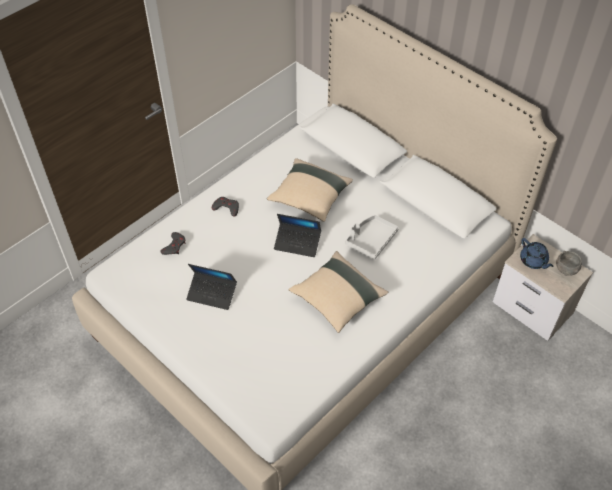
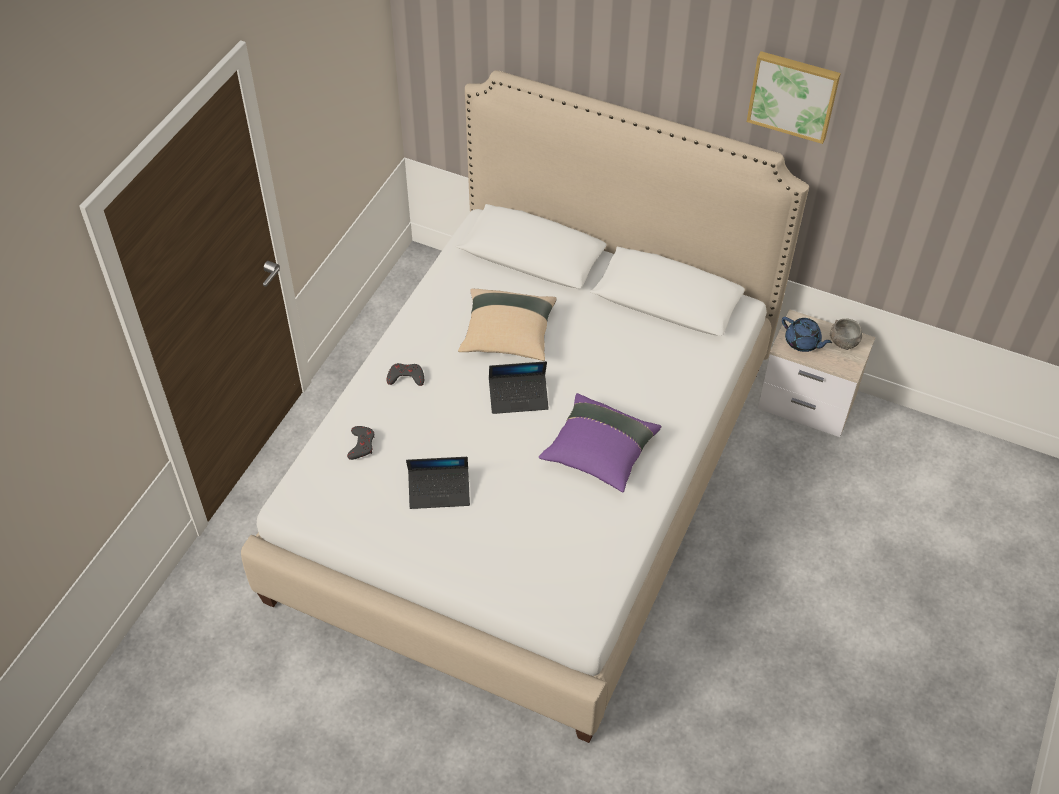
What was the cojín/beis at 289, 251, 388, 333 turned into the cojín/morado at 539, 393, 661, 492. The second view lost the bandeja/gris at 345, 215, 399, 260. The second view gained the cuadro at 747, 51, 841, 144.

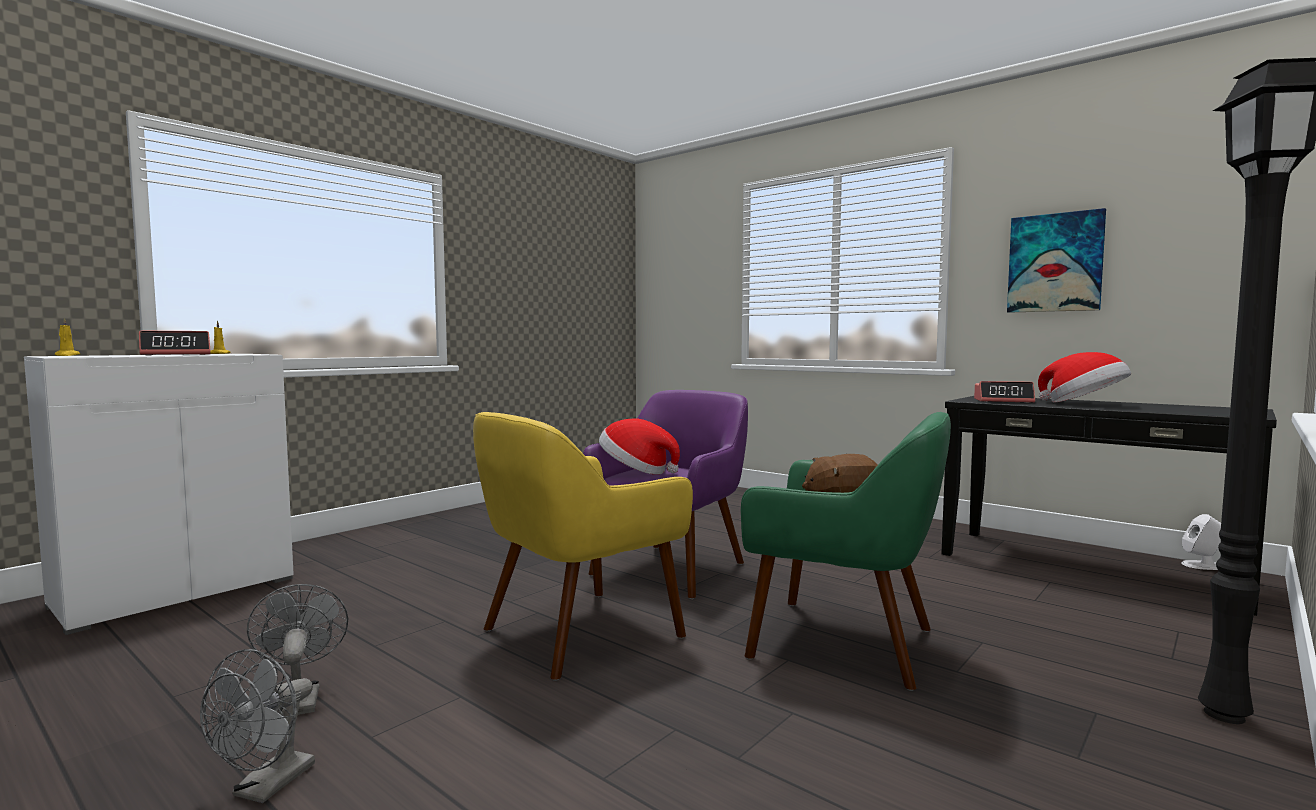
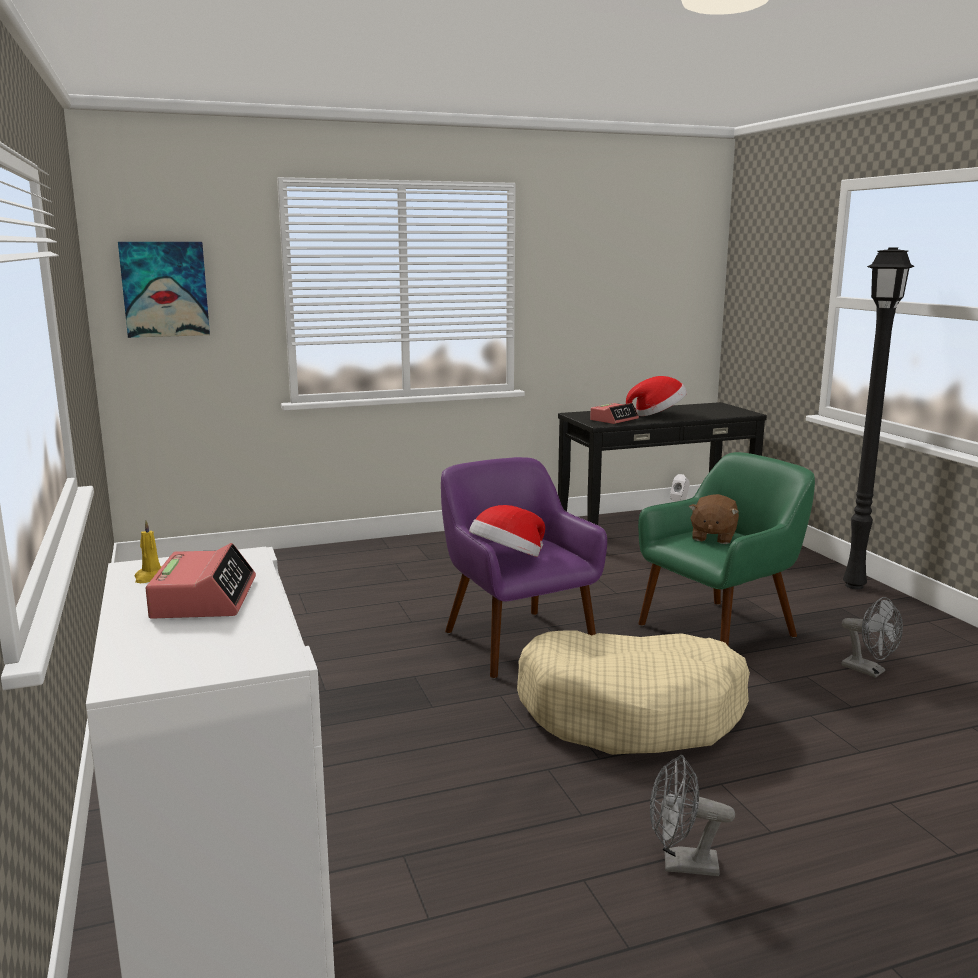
The second view lost the vela/amarillo at 55, 318, 81, 356. The ventilador/gris ended up elsewhere, having gone from 200, 649, 315, 803 to 841, 597, 903, 678. Where the sillón/amarillo stood at 473, 412, 693, 681, the cama para perro/beis came to stand at 517, 630, 750, 755. The cuadro ended up elsewhere, having gone from 1007, 208, 1106, 313 to 118, 242, 210, 338.

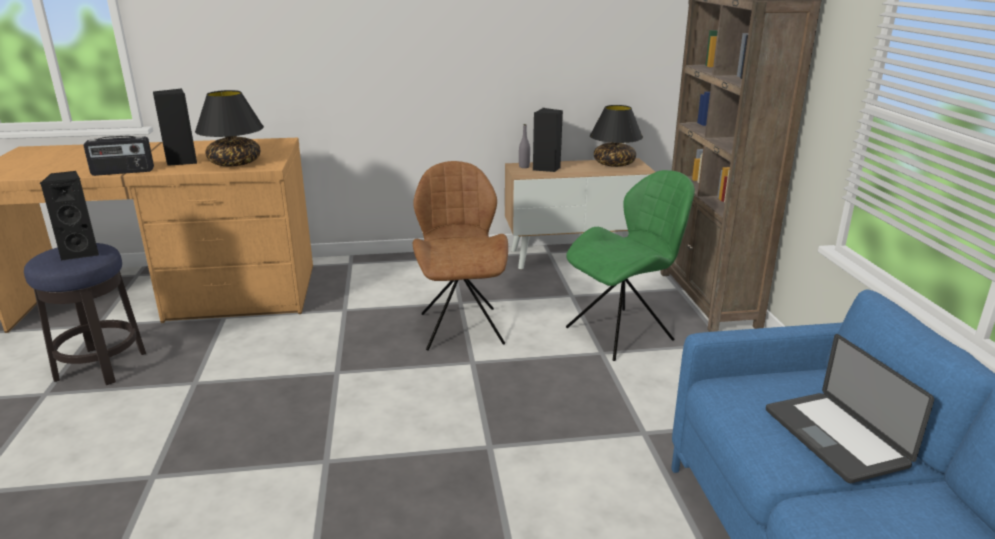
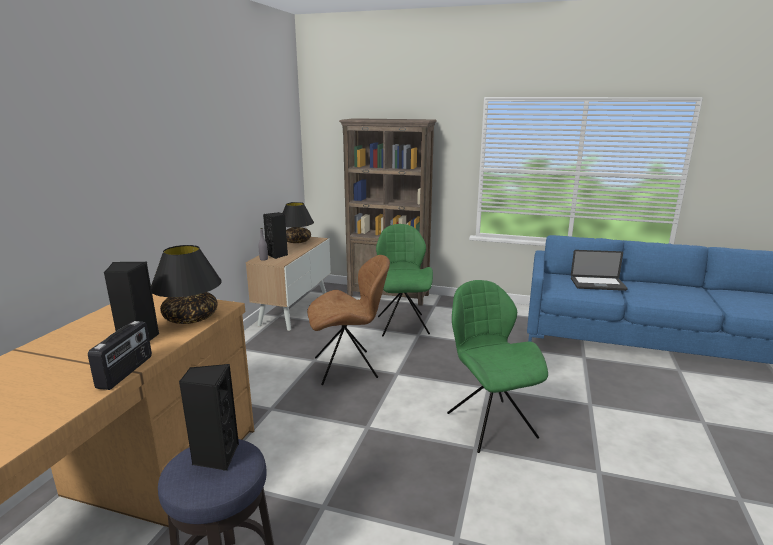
The silla/marrón at 413, 161, 508, 351 ended up facing another way, 150 degrees clockwise from before. The second view gained the silla/verde at 447, 280, 548, 453.

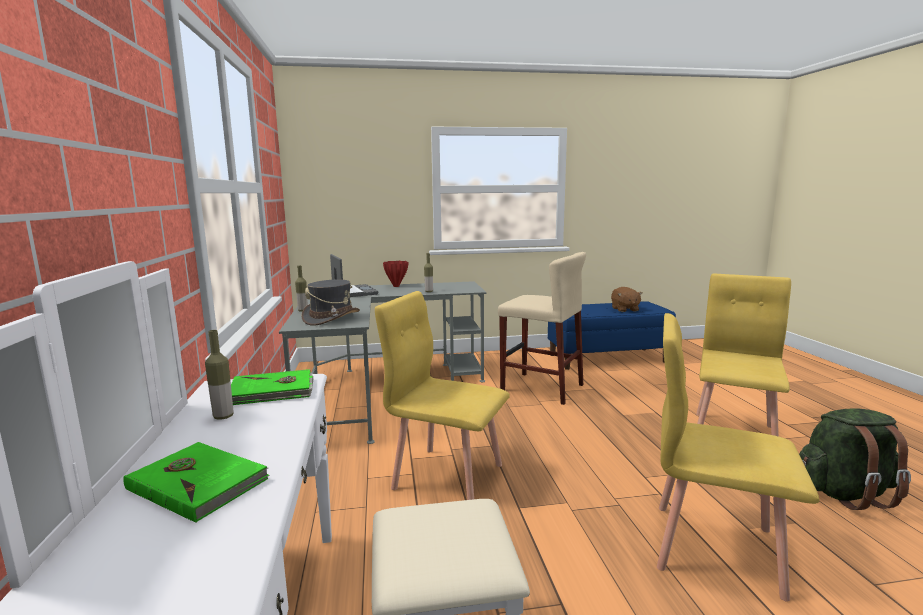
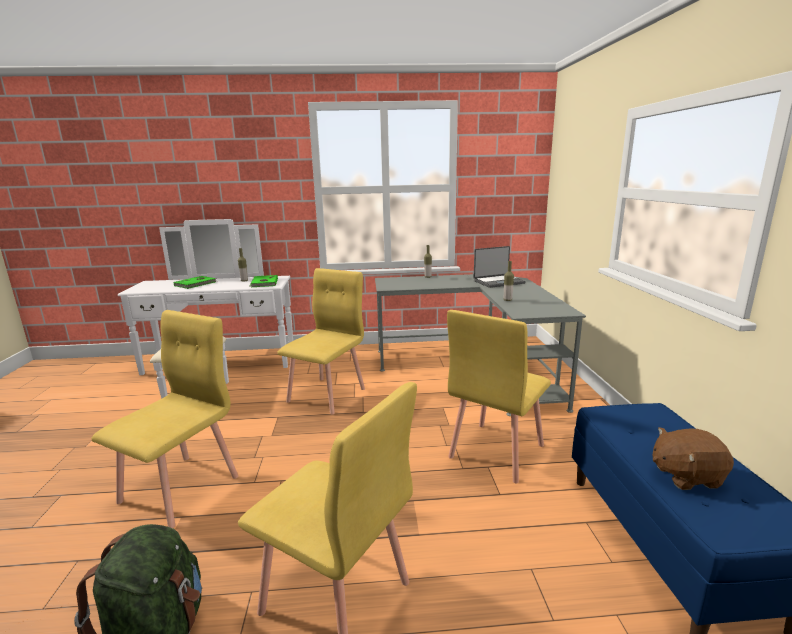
The second view lost the sombrero/gris at 301, 280, 360, 326. The second view lost the florero/rojo at 383, 261, 409, 287. Where the taburete/beis stood at 498, 252, 586, 405, the silla/amarillo came to stand at 447, 310, 551, 484.

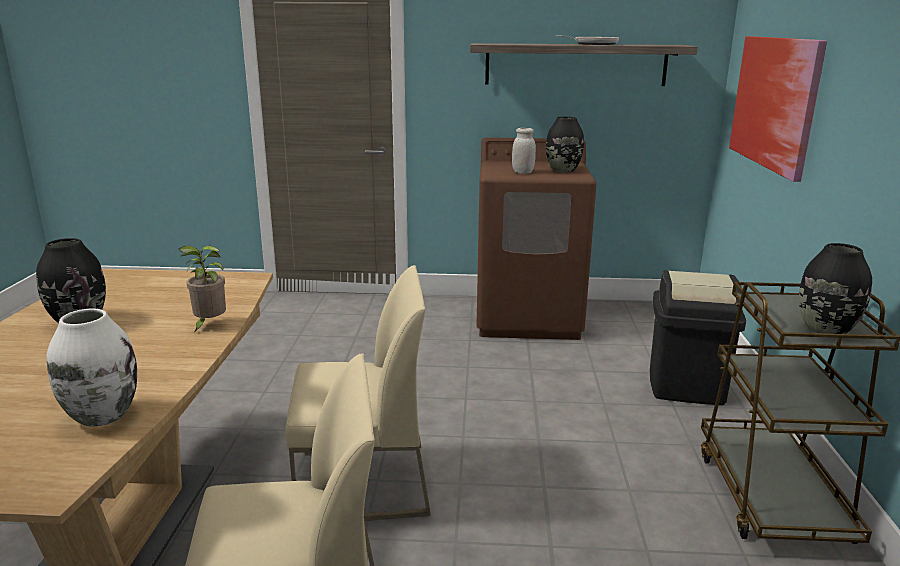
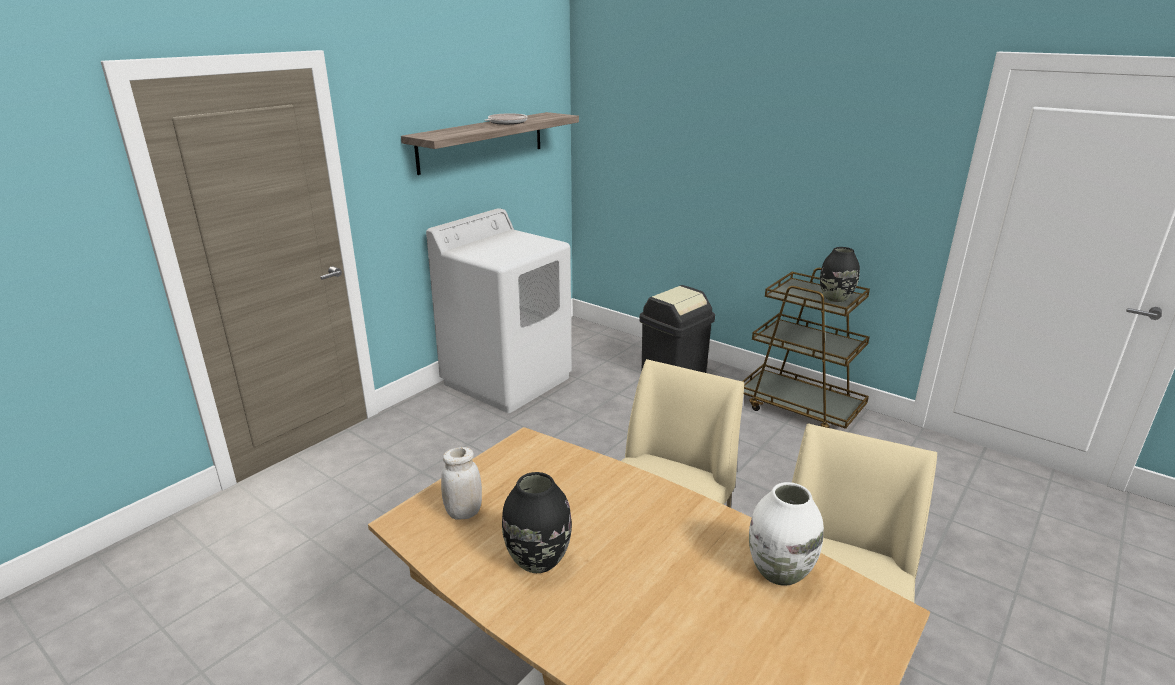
The second view lost the planta en maceta at 179, 245, 226, 333. What was the lavadora/marrón at 476, 138, 597, 340 turned into the lavadora/blanco at 426, 208, 572, 413. The tarro/blanco ended up elsewhere, having gone from 512, 128, 536, 174 to 441, 447, 482, 520. The second view lost the florero/negro at 546, 116, 584, 173. The second view lost the cuadro at 729, 36, 827, 182.

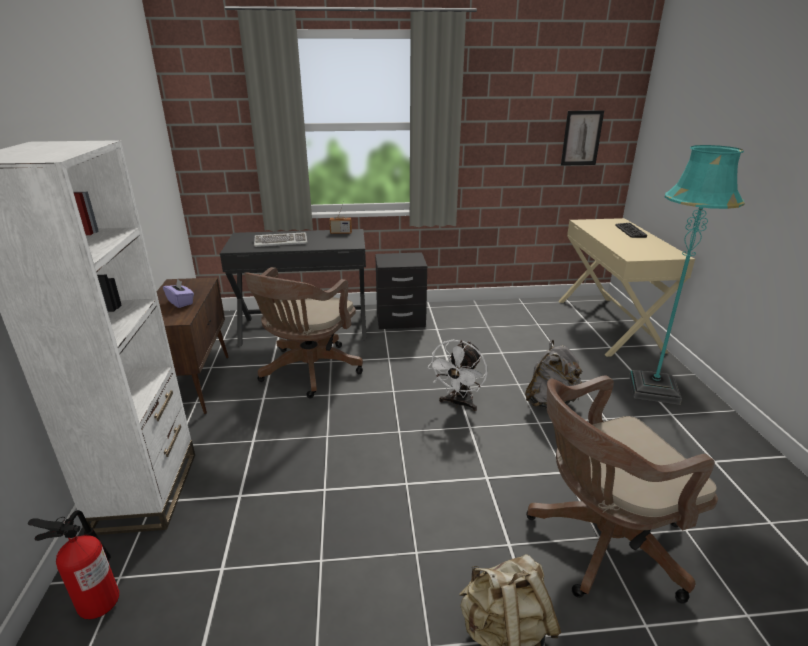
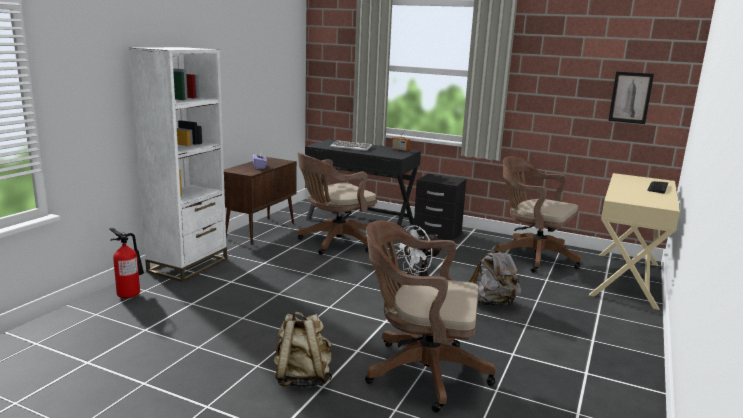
The second view lost the lámpara de pie/turquesa at 629, 145, 745, 405. The second view gained the silla de oficina/marrón at 494, 157, 582, 273.

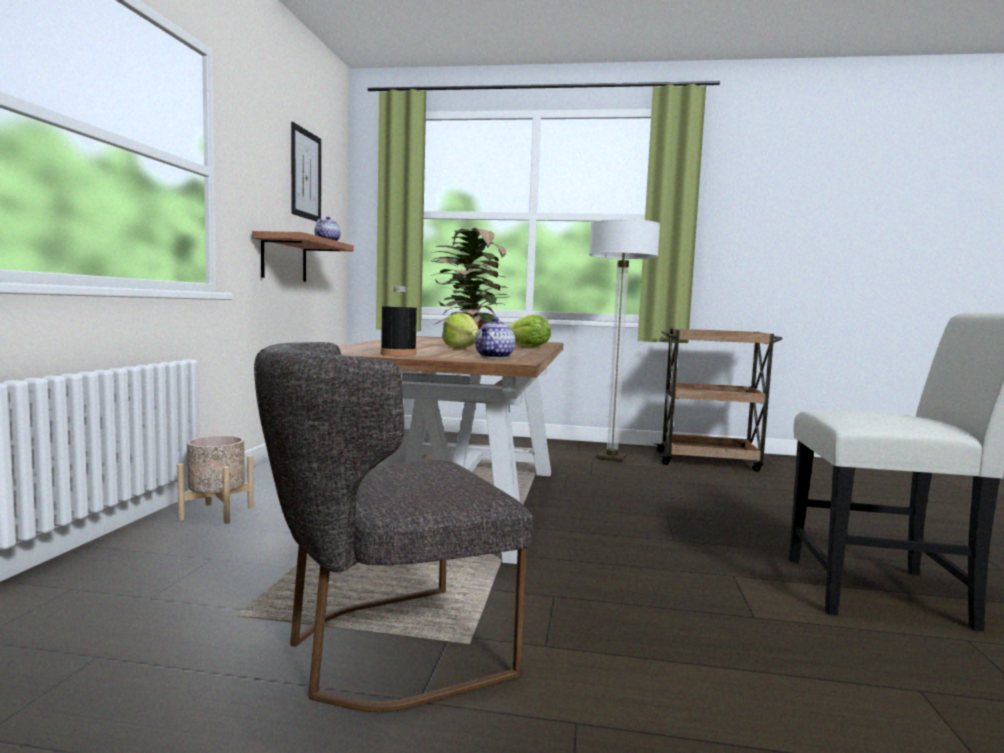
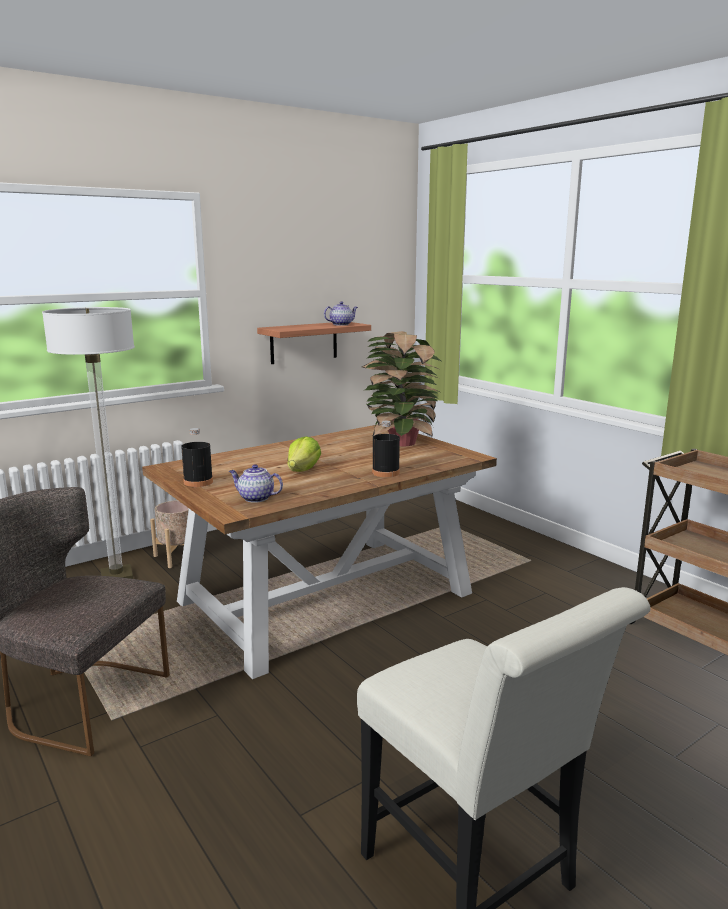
The second view lost the cuadro at 291, 122, 321, 222. The tetera at 475, 317, 515, 358 ended up facing another way, 45 degrees clockwise from before. Where the lechuga stood at 509, 315, 551, 347, the botella/negro came to stand at 372, 421, 400, 477. The lámpara de pie ended up elsewhere, having gone from 589, 219, 660, 462 to 42, 307, 135, 579.

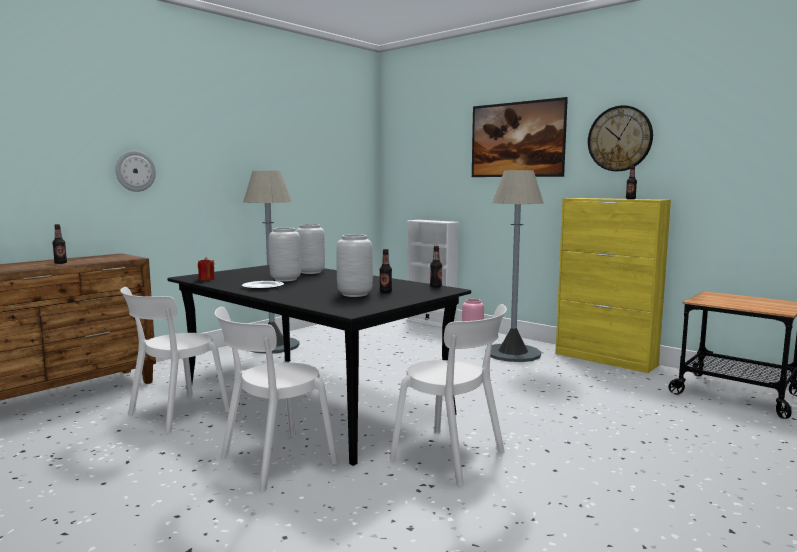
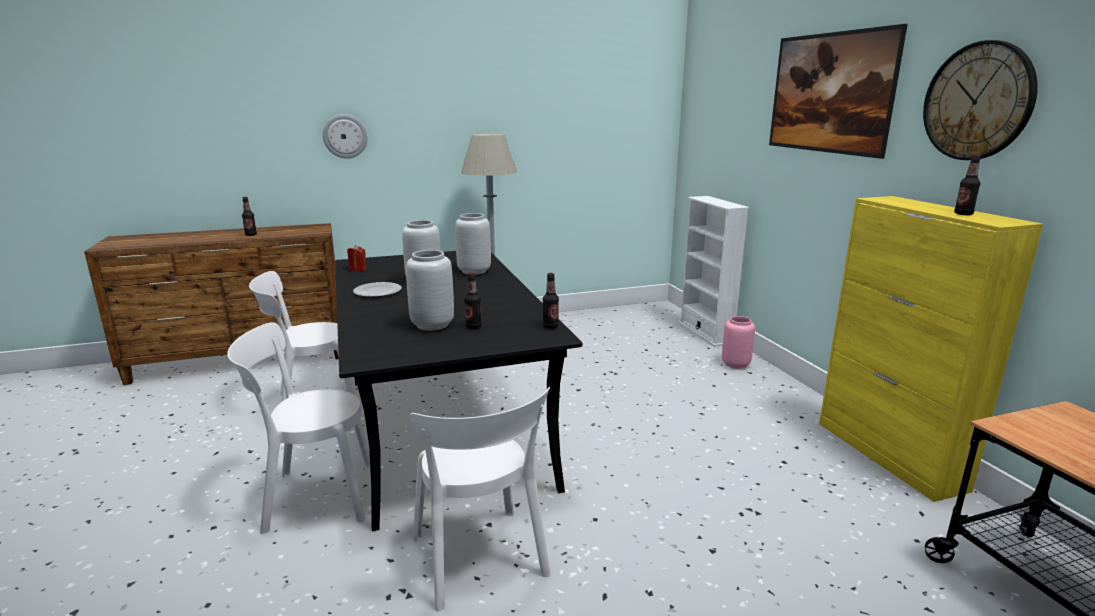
The second view lost the lámpara de pie/gris at 485, 170, 544, 362.

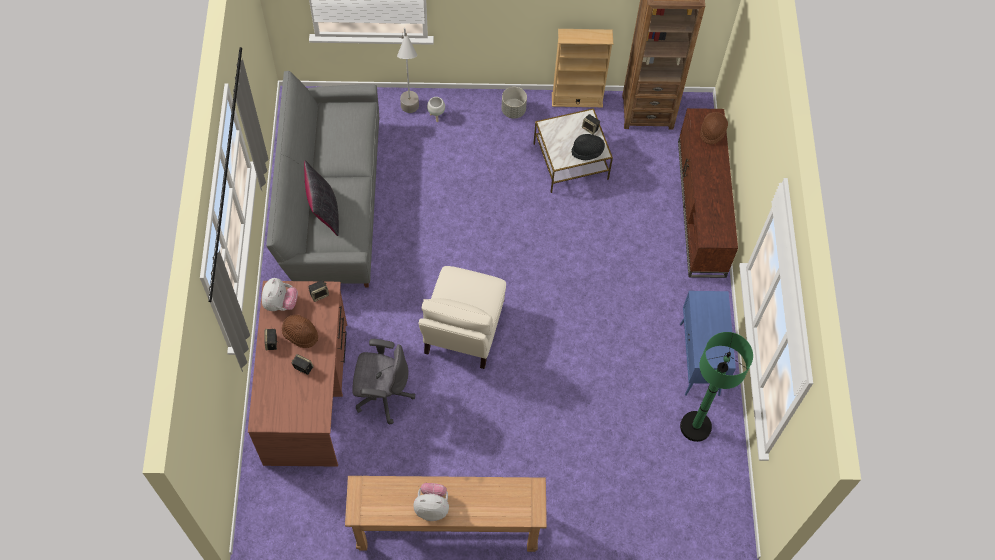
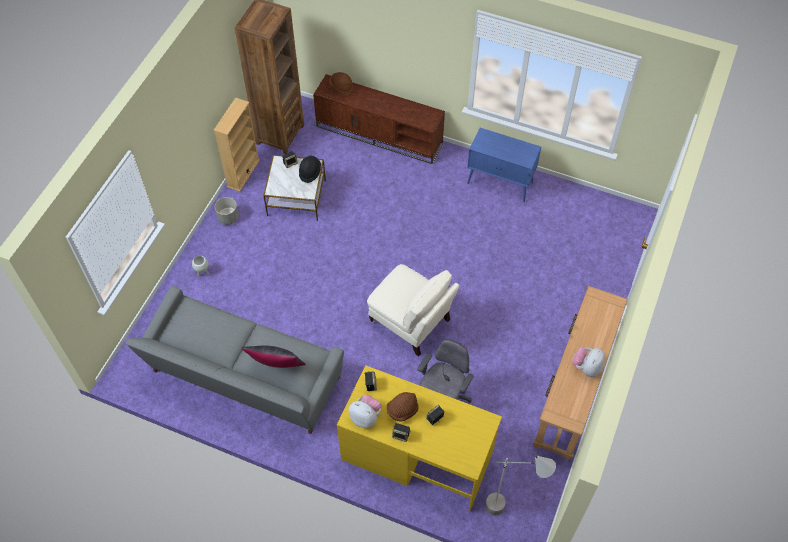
What was the escritorio/marrón at 248, 281, 347, 467 turned into the escritorio/amarillo at 337, 365, 502, 511. The lámpara de pie/gris ended up elsewhere, having gone from 397, 28, 419, 113 to 485, 455, 556, 515. The second view lost the lámpara de pie/verde at 680, 332, 753, 442.

